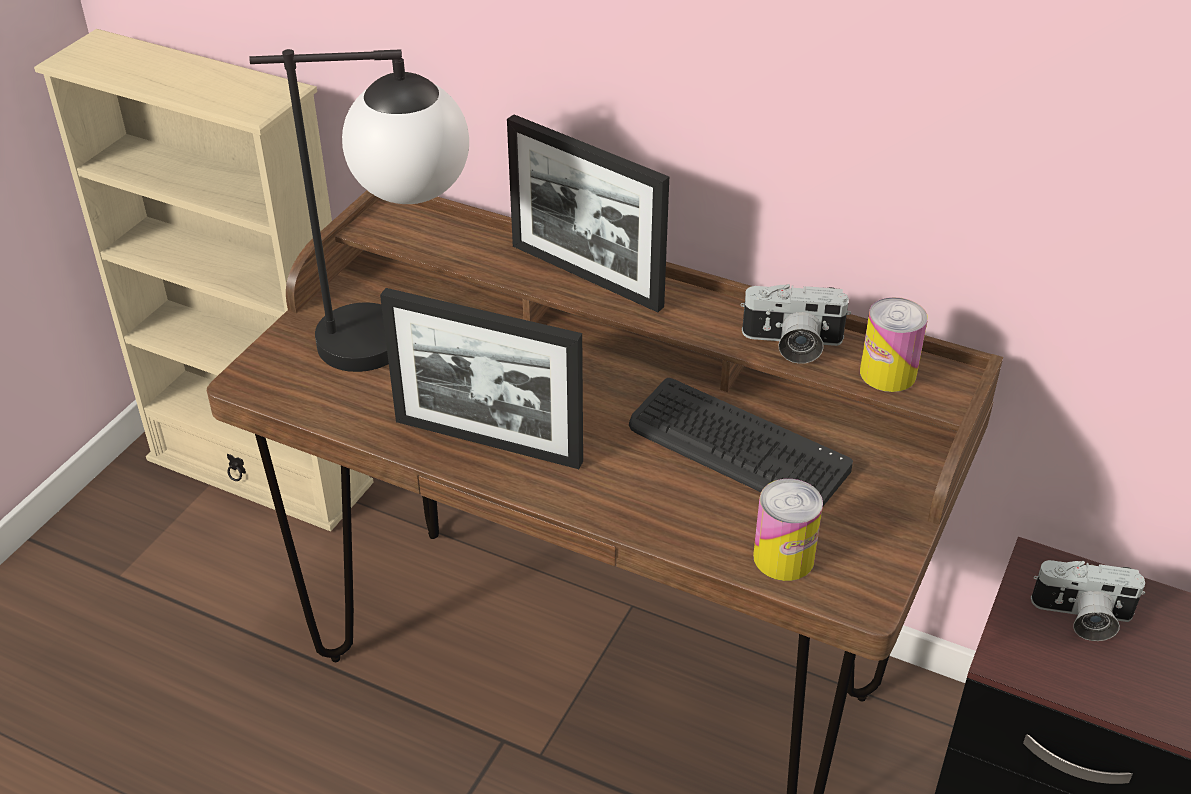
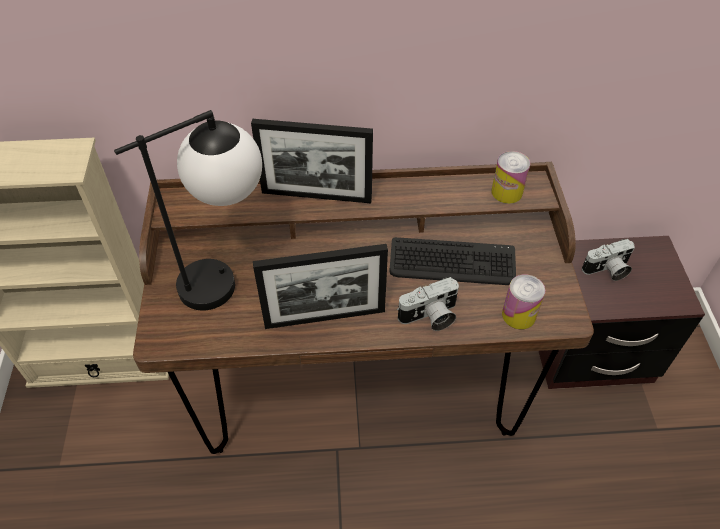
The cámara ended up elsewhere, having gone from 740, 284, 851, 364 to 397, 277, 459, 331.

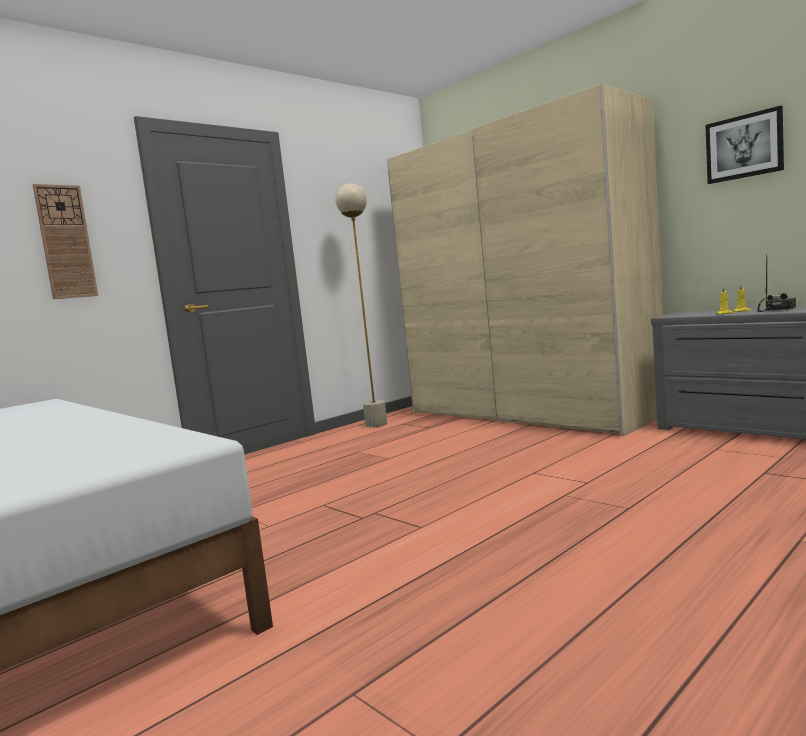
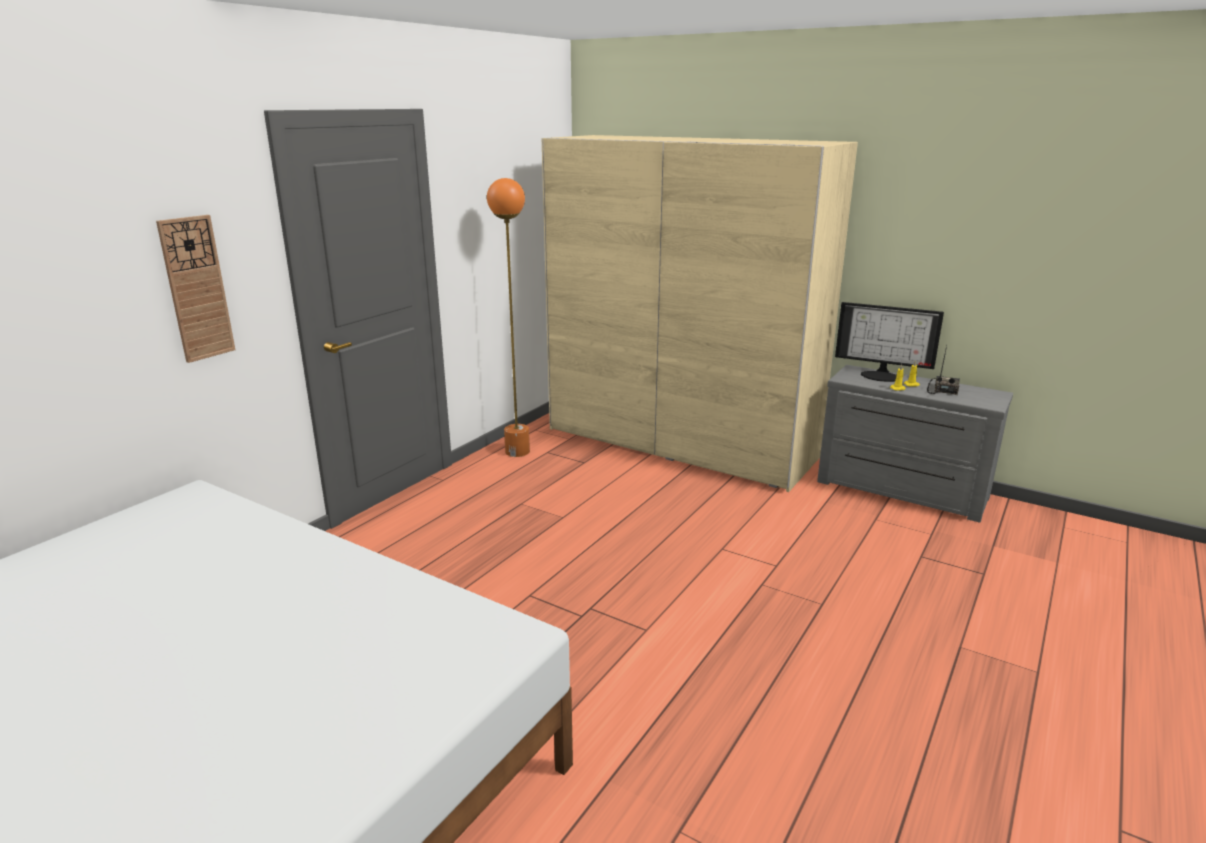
What was the lámpara de pie/beis at 335, 183, 387, 428 turned into the lámpara de pie/naranja at 487, 178, 530, 457. The second view lost the cuadro at 705, 106, 784, 184. The second view gained the monitor at 835, 302, 944, 382.

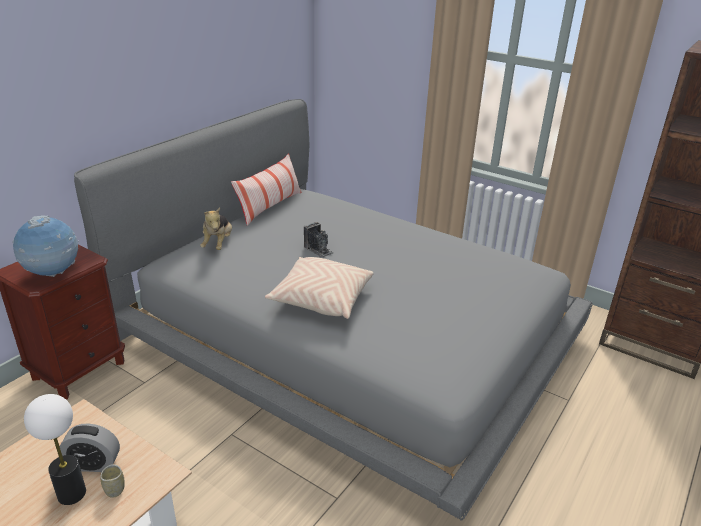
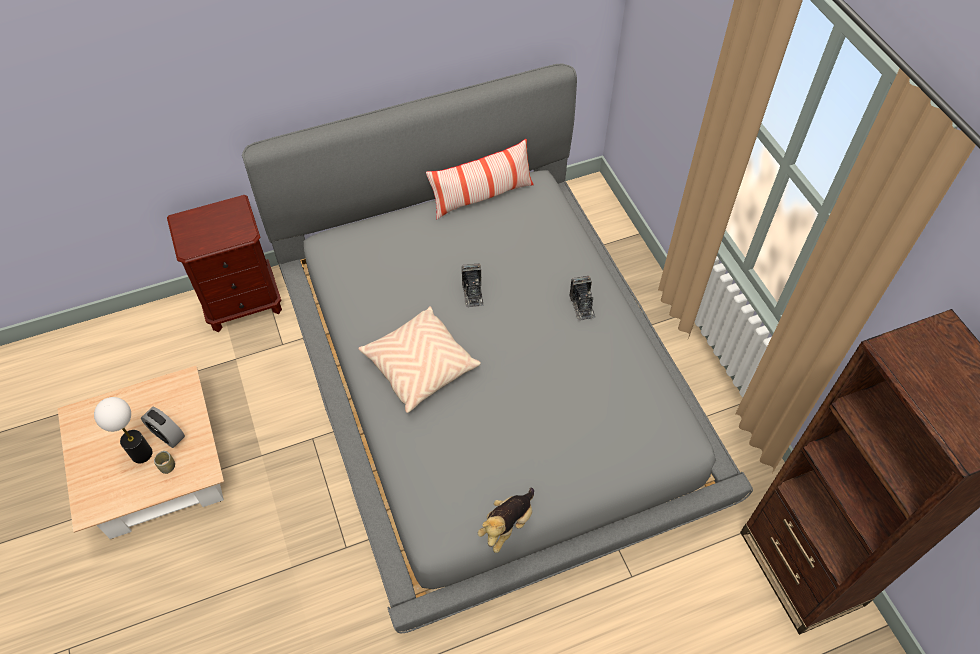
The second view lost the globo terráqueo at 12, 215, 79, 277. The peluche ended up elsewhere, having gone from 200, 207, 232, 250 to 478, 488, 534, 553. The second view gained the cámara at 569, 276, 595, 321.

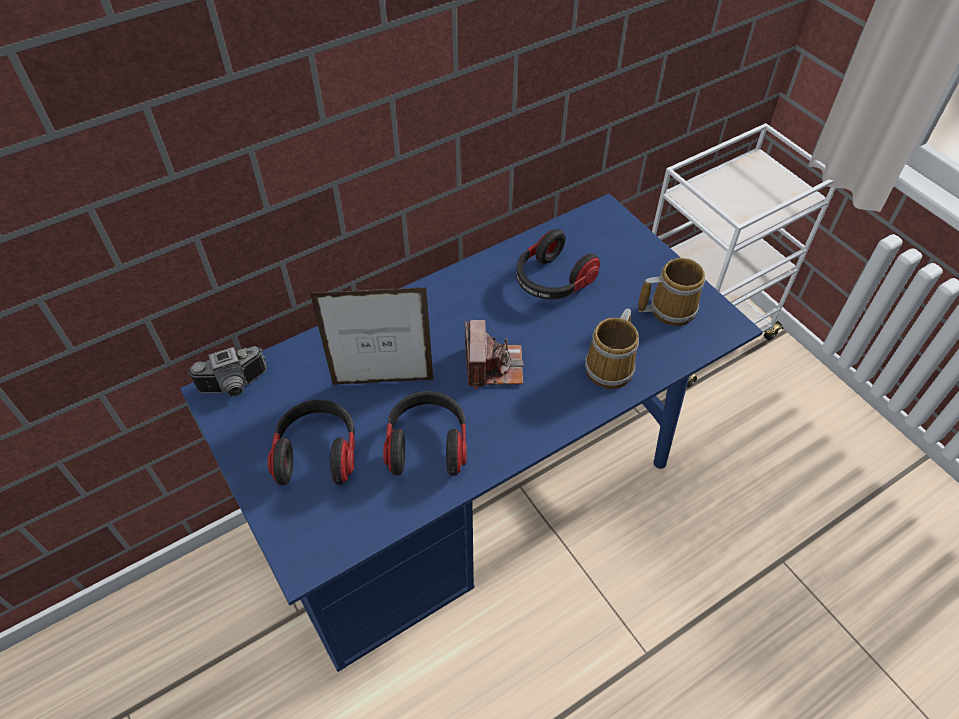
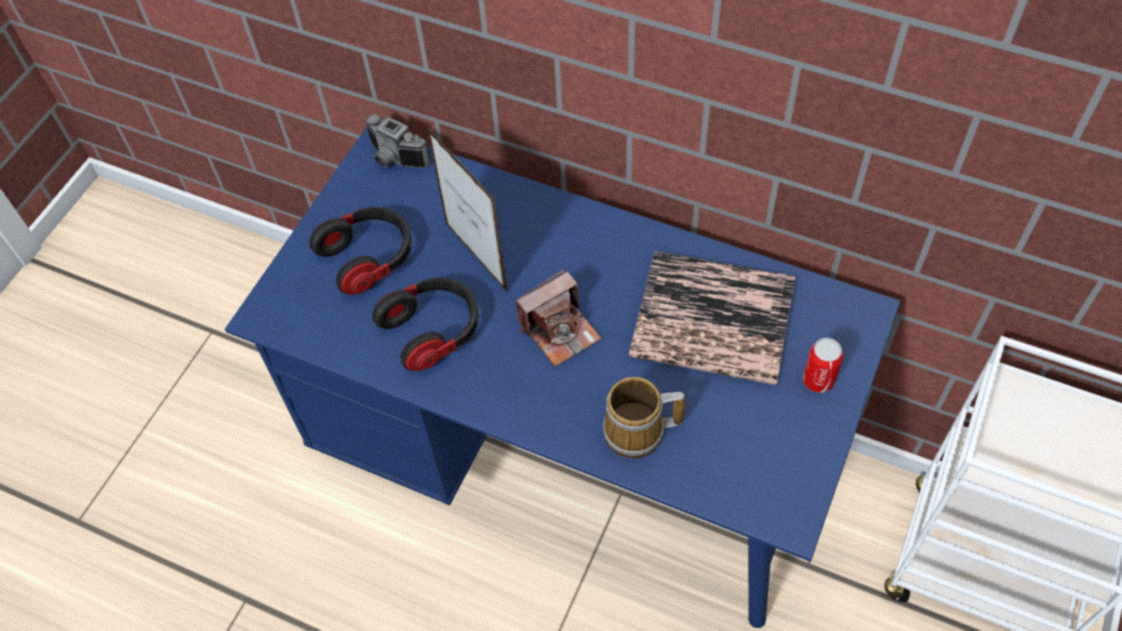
Where the auriculares stood at 516, 229, 600, 299, the libro came to stand at 629, 251, 796, 385. The second view lost the taza grande at 638, 258, 705, 326. The second view gained the lata at 803, 338, 843, 393.

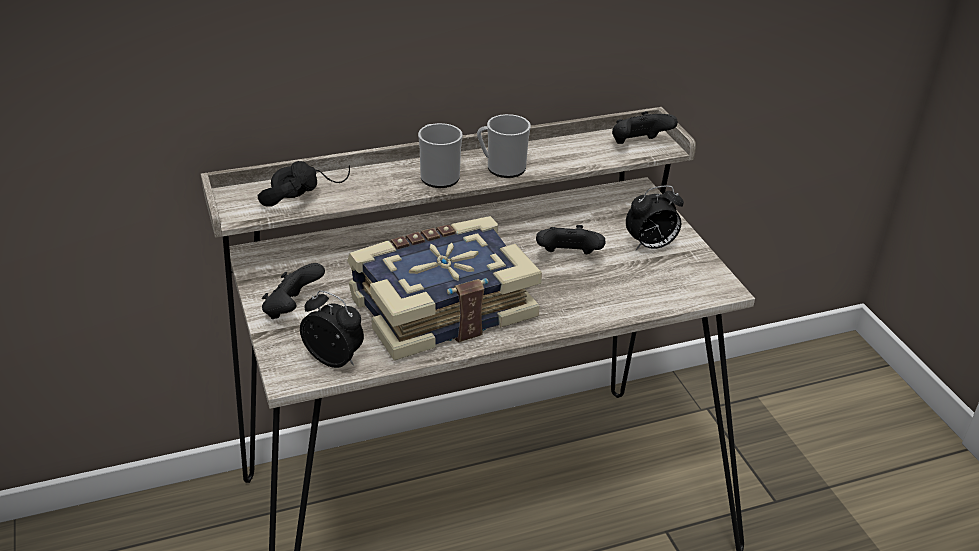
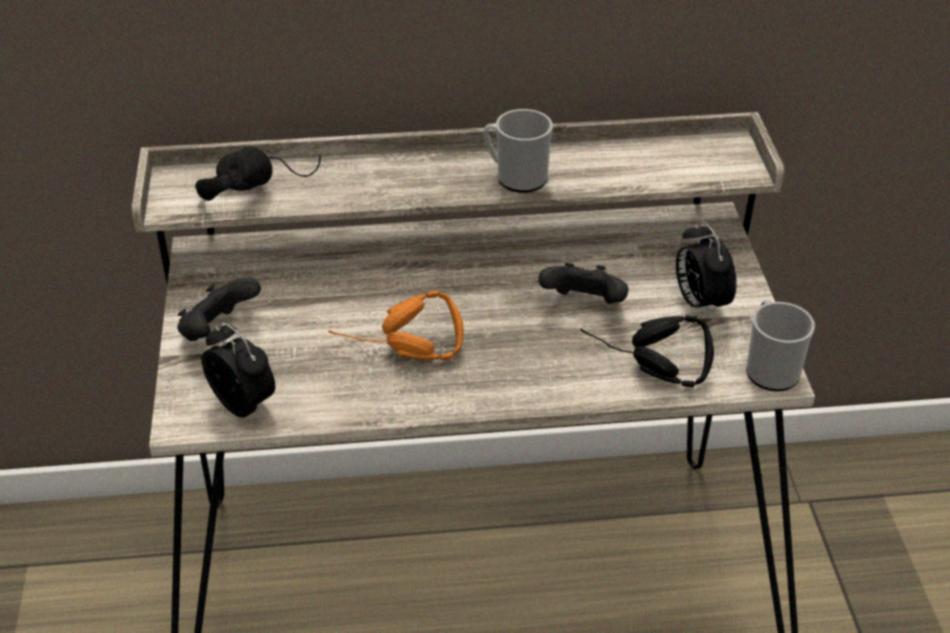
Where the libro stood at 347, 216, 542, 361, the auriculares/naranja came to stand at 328, 290, 464, 360. The taza grande ended up elsewhere, having gone from 418, 123, 463, 188 to 746, 300, 815, 391. The second view lost the mando de consola/negro at 612, 111, 678, 144. The despertador at 626, 185, 684, 250 ended up facing another way, 75 degrees clockwise from before. The second view gained the auriculares/negro at 580, 315, 714, 387.

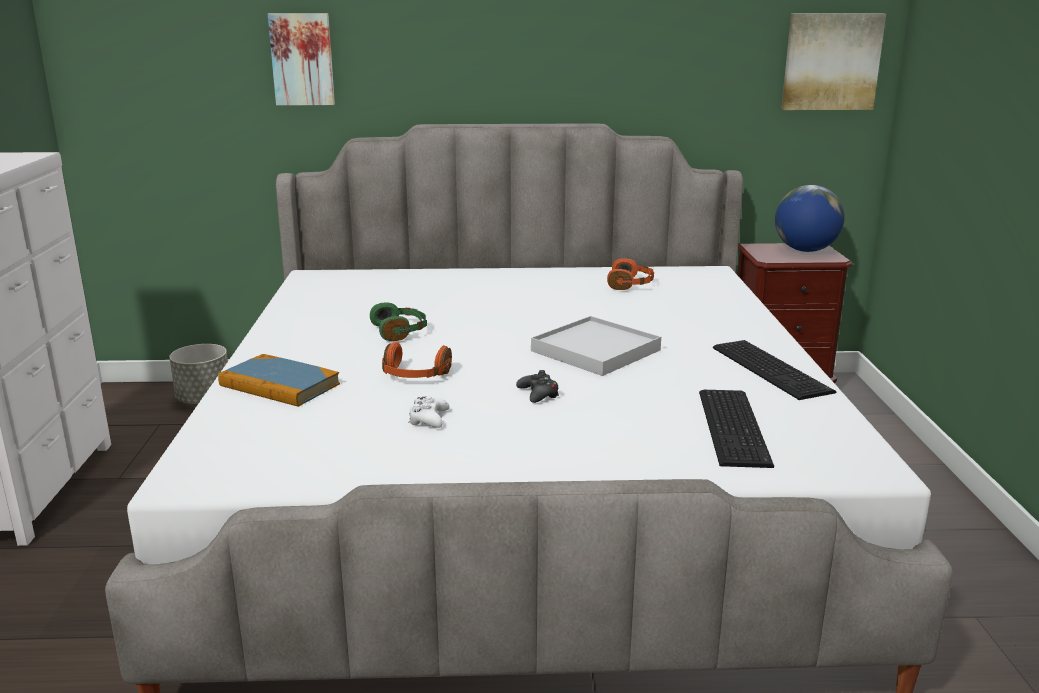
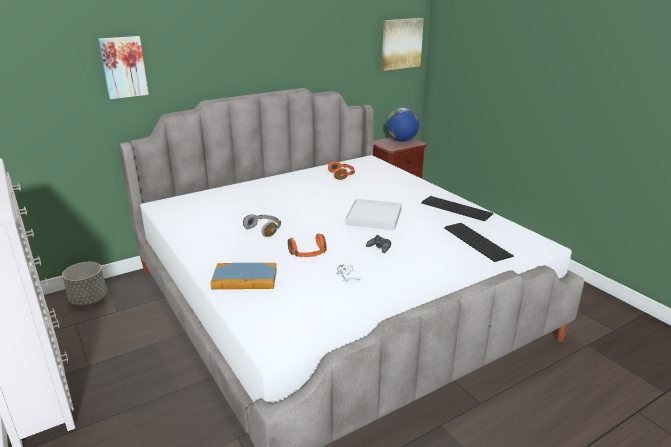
What was the auriculares/verde at 370, 302, 427, 341 turned into the auriculares/gris at 243, 214, 281, 237.

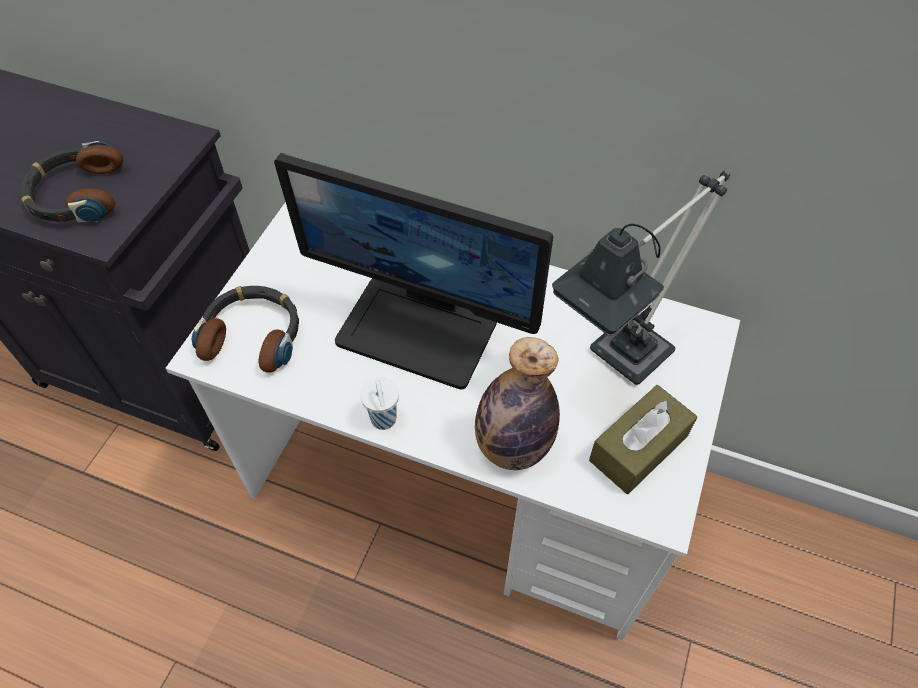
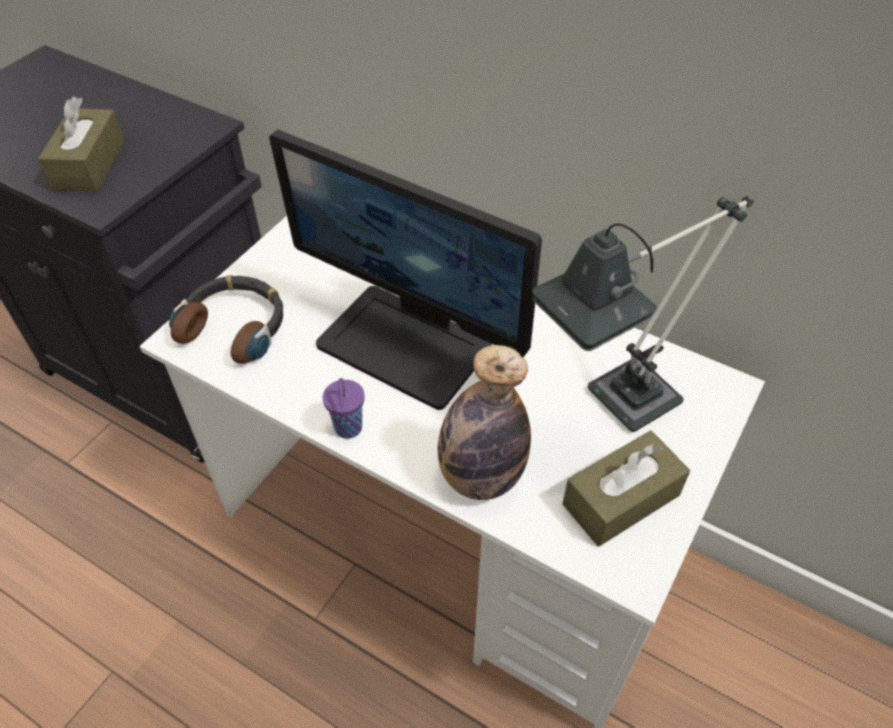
Where the auriculares stood at 20, 141, 123, 223, the caja de pañuelos/marrón came to stand at 38, 96, 124, 192. What was the taza/blanco at 360, 378, 399, 430 turned into the taza/morado at 323, 378, 365, 439.

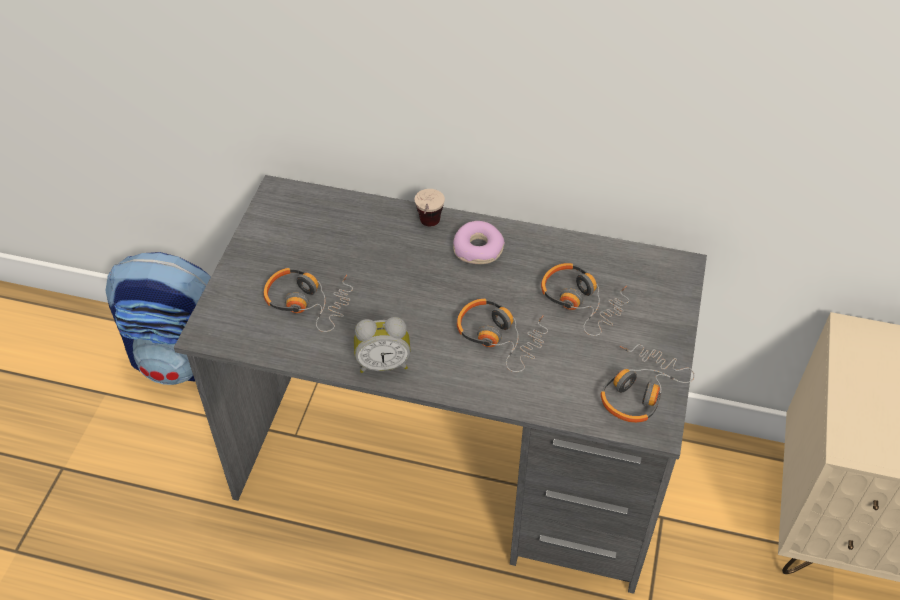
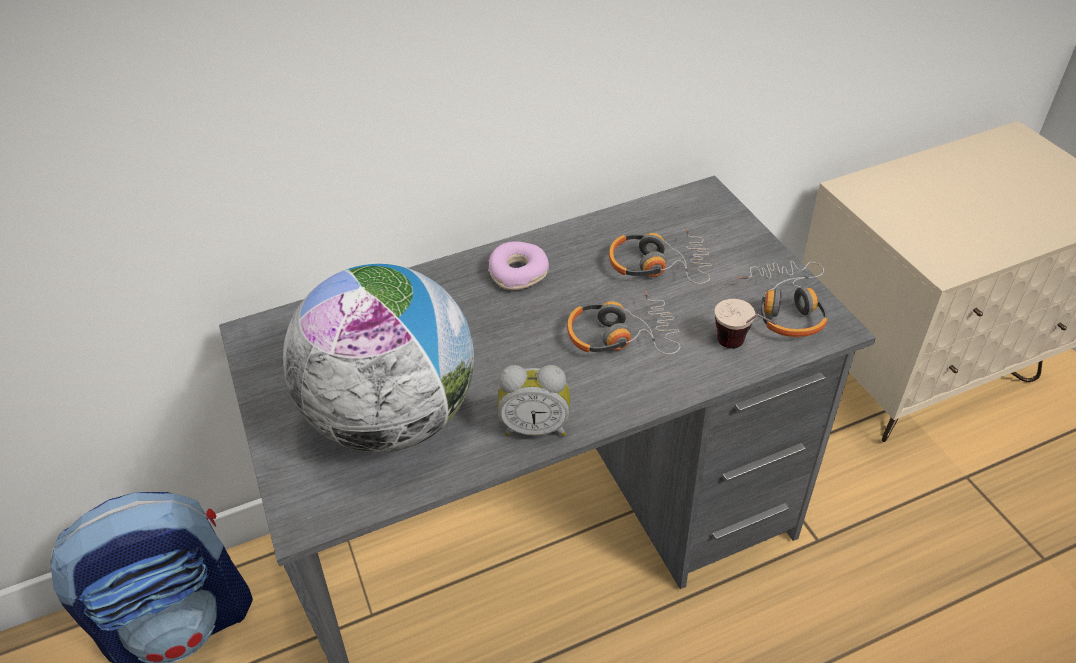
Where the auriculares stood at 264, 268, 353, 332, the globo terráqueo came to stand at 283, 264, 474, 453. The despertador at 354, 317, 411, 373 ended up facing another way, 45 degrees clockwise from before. The taza ended up elsewhere, having gone from 414, 189, 445, 227 to 715, 299, 777, 349.

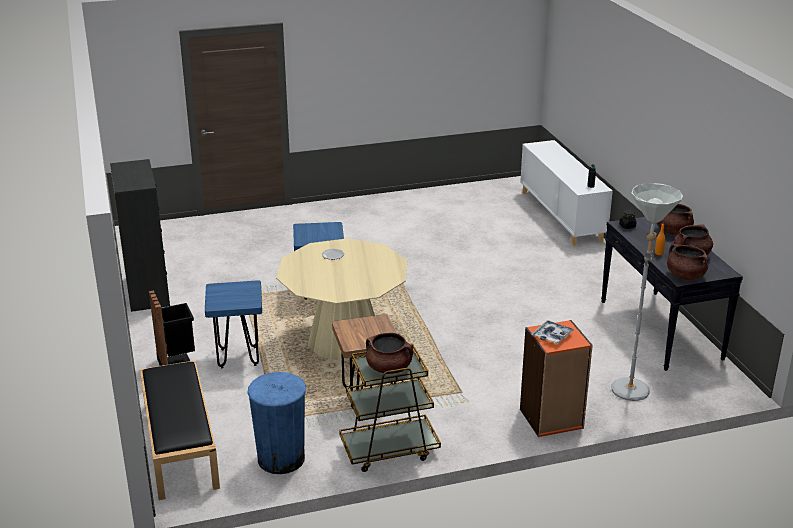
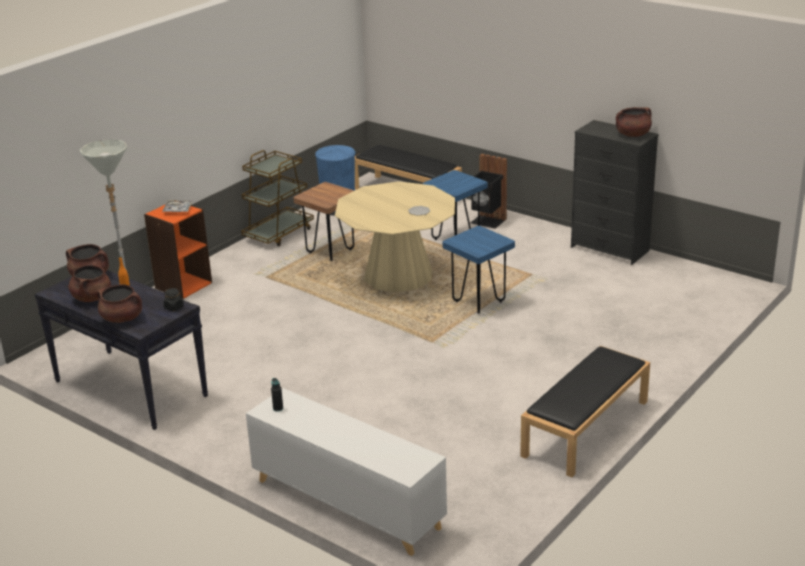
The olla/marrón ended up elsewhere, having gone from 366, 333, 413, 374 to 616, 107, 652, 137. The second view gained the banco/negro at 520, 346, 650, 477.

